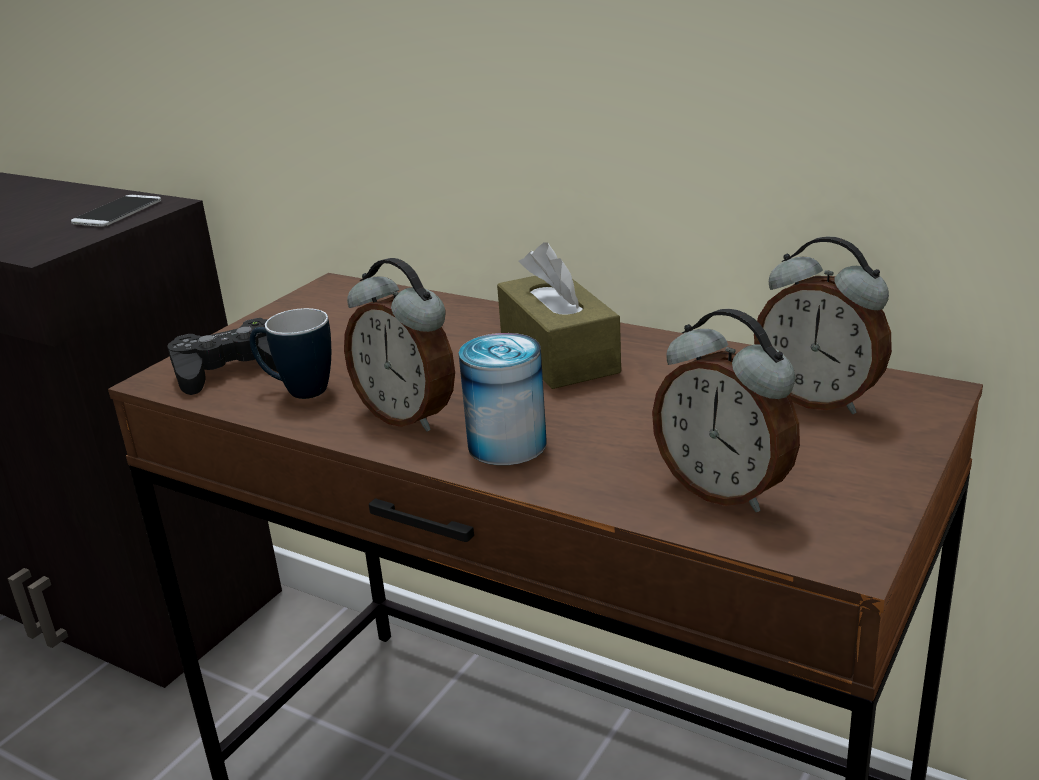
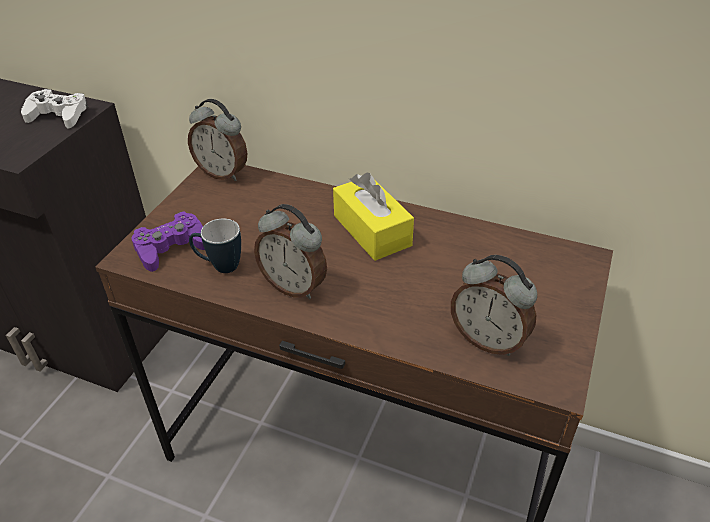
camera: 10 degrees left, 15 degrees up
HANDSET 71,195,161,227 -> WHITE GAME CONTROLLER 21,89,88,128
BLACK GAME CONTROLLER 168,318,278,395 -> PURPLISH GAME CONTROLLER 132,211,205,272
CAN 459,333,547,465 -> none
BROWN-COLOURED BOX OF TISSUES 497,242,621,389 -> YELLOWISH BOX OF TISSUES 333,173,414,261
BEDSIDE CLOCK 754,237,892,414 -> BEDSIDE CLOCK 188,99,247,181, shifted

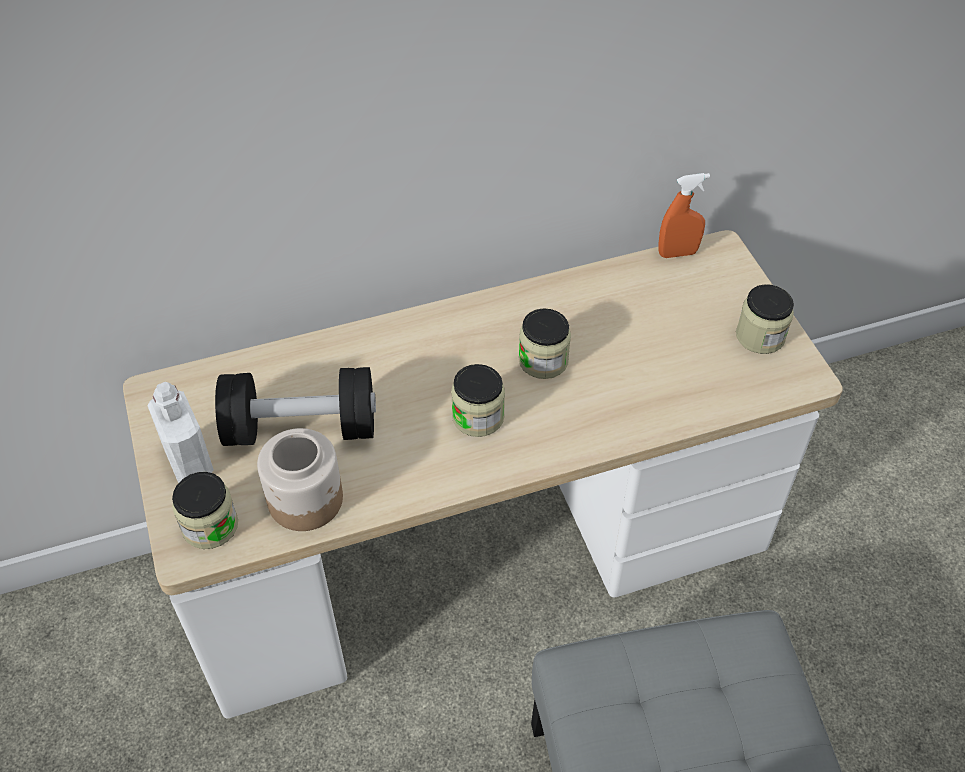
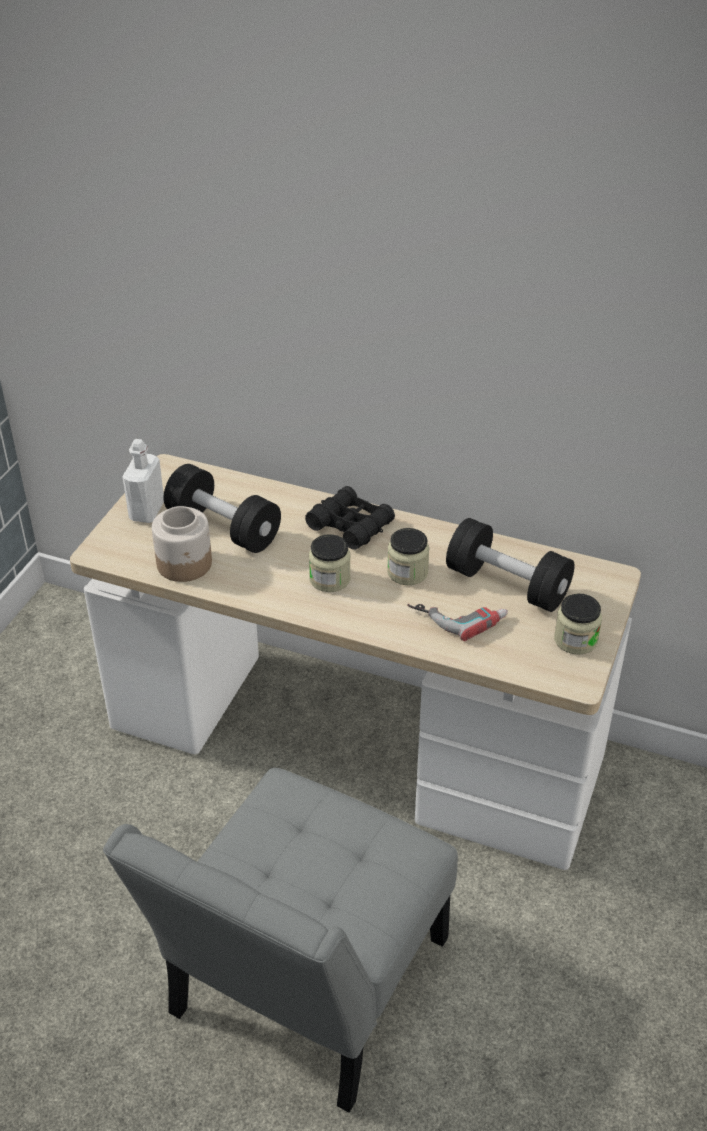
camera: 40 degrees right, 10 degrees down
STORAGE JAR 172,472,238,549 -> none
ORANGEY SPRAY BOTTLE 658,173,710,258 -> none
none -> BLACK PAIR OF BINOCULARS 305,486,395,550
none -> DRILL 407,604,508,641
none -> BLACK DUMBBELL 446,518,574,612

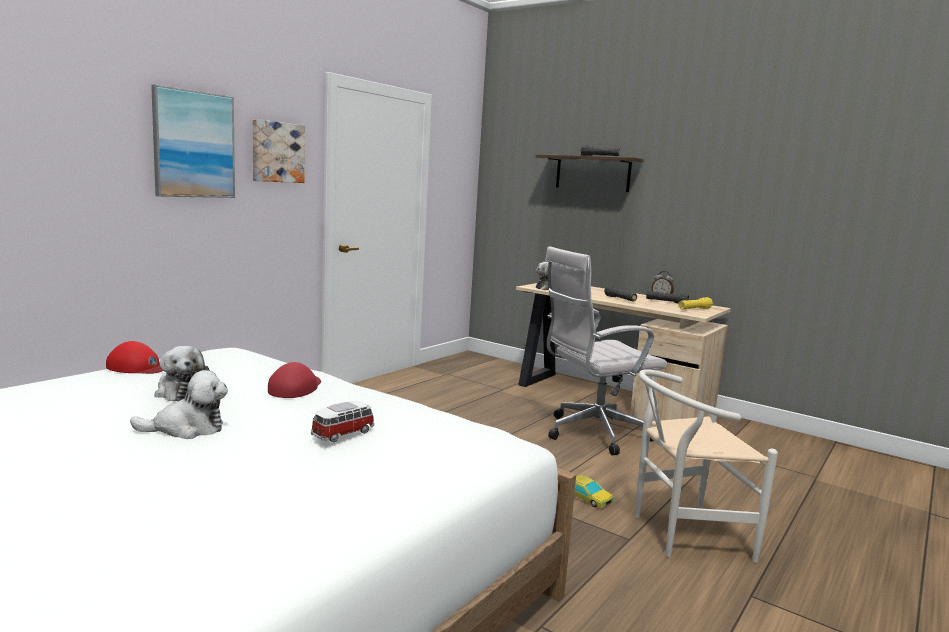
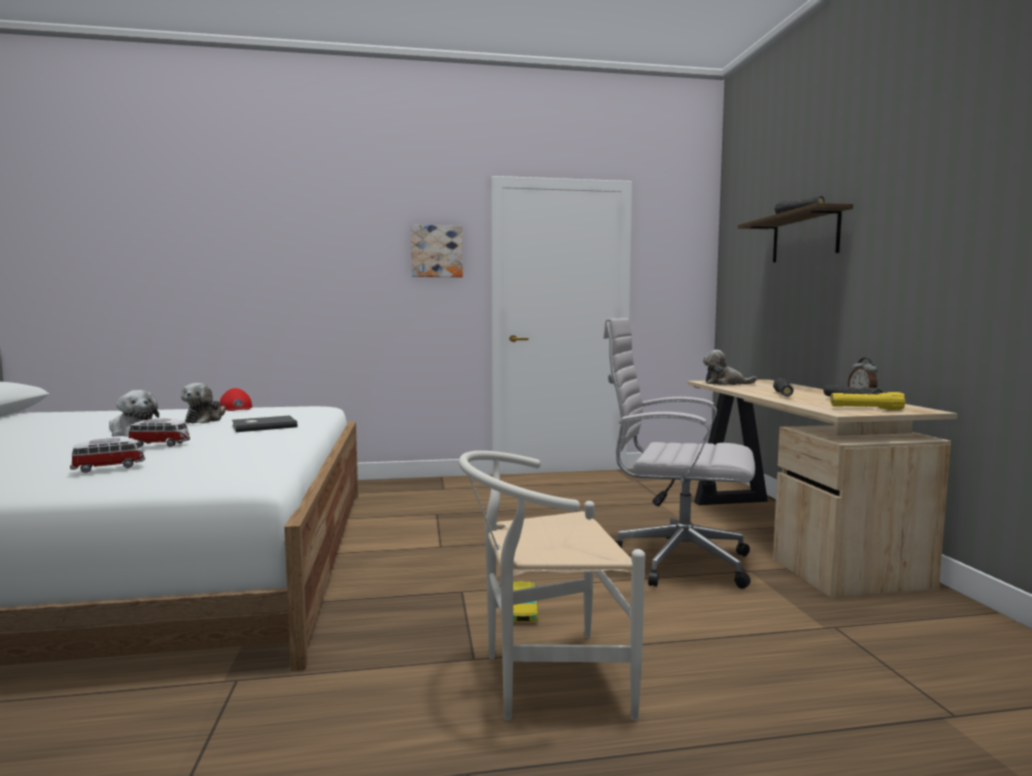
camera: 45 degrees right, 5 degrees down
PICTURE 151,85,235,198 -> none
RED BASEBALL CAP 268,362,321,398 -> GREY VOLUME 232,415,297,432
WHITE PLAIN CHAIR 635,369,778,563 -> WHITE PLAIN CHAIR 459,451,645,721, 45 degrees counterclockwise
none -> MODEL CAR 70,438,145,473

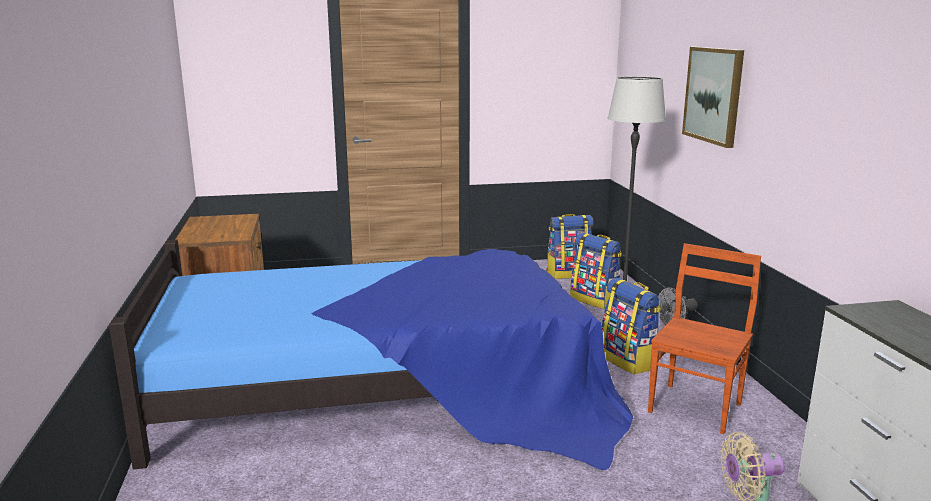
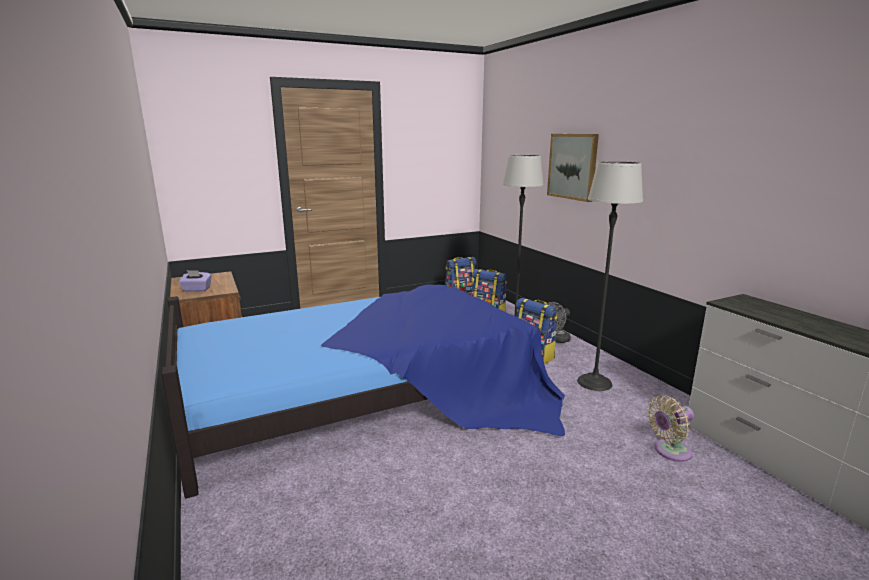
camera: 15 degrees left, 0 degrees up
BROWN-COLOURED PLAIN CHAIR 648,243,761,434 -> STANDING LAMP 577,161,643,391
none -> PURPLISH BOX OF TISSUES 179,270,212,292

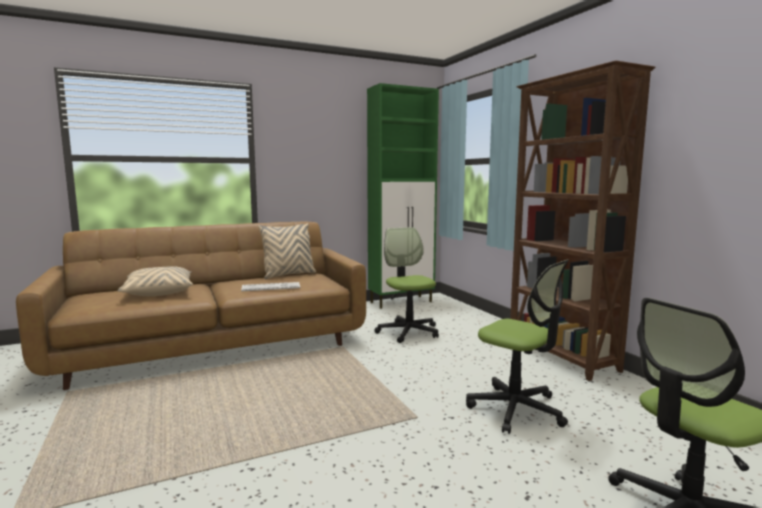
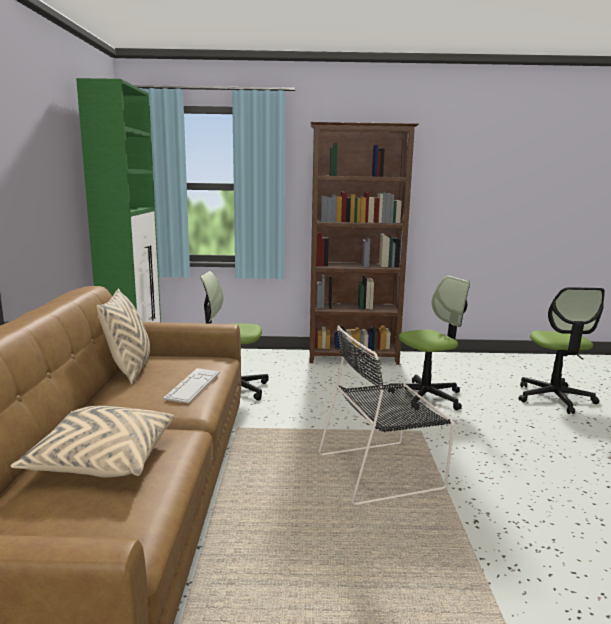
camera: 65 degrees left, 5 degrees up
none -> BLACK PLAIN CHAIR 318,325,454,505

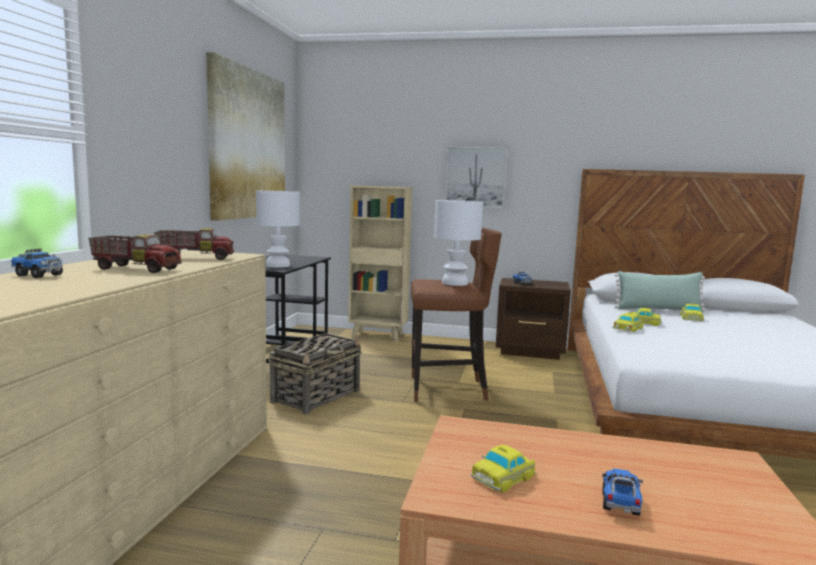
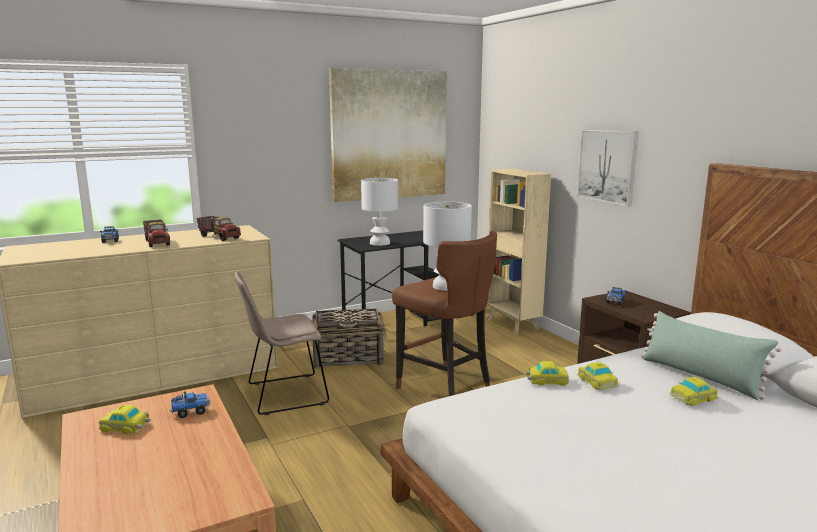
camera: 50 degrees right, 5 degrees up
TOY LORRY 602,468,643,516 -> TOY LORRY 169,391,210,418, shifted
none -> BEIGE PLAIN CHAIR 234,271,329,415

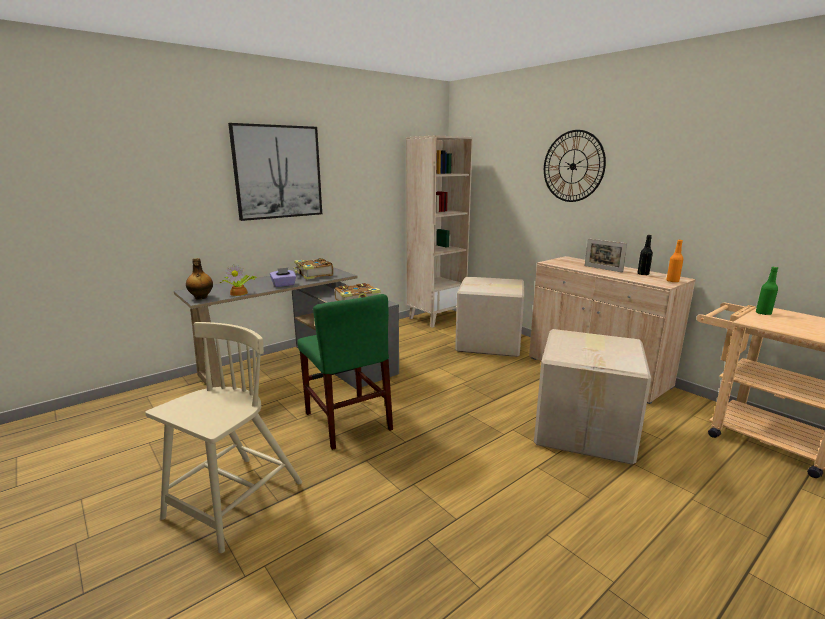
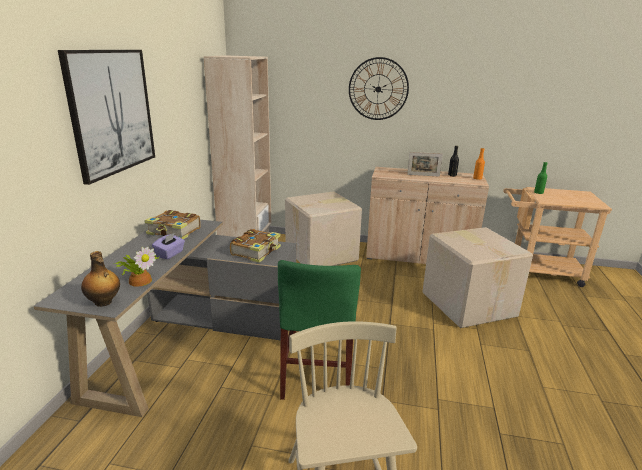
camera: 40 degrees left, 5 degrees up
GREEN-COLOURED PLAIN CHAIR 297,294,393,450 -> GREEN-COLOURED PLAIN CHAIR 278,260,361,400, 75 degrees clockwise

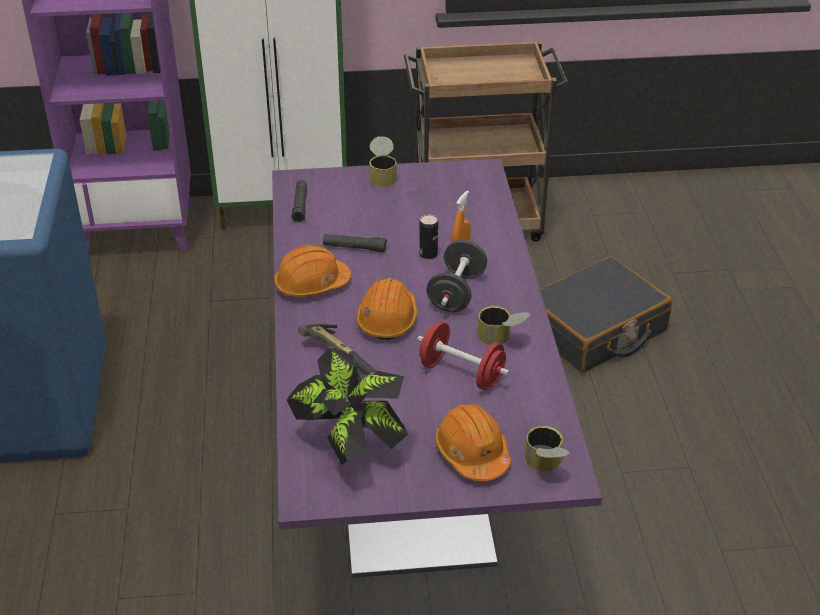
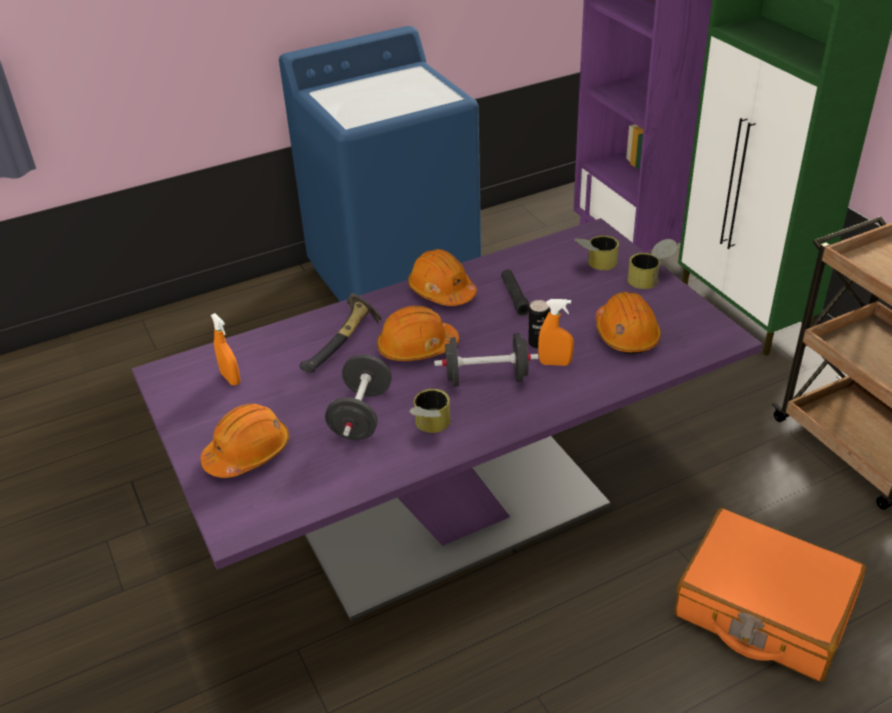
camera: 70 degrees right, 0 degrees up
PLANT IN A POT 286,348,408,465 -> ORANGEY SPRAY BOTTLE 211,313,240,385
BLACK TORCH 291,180,307,223 -> none
RED DUMBBELL 417,321,510,390 -> BLACK DUMBBELL 325,355,392,440
CAN 525,426,570,471 -> CAN 574,235,619,270, shifted
BLACK PIECE OF LUGGAGE 540,256,672,373 -> ORANGEY PIECE OF LUGGAGE 674,508,866,682
none -> ORANGEY WORK HELMET 596,292,661,354

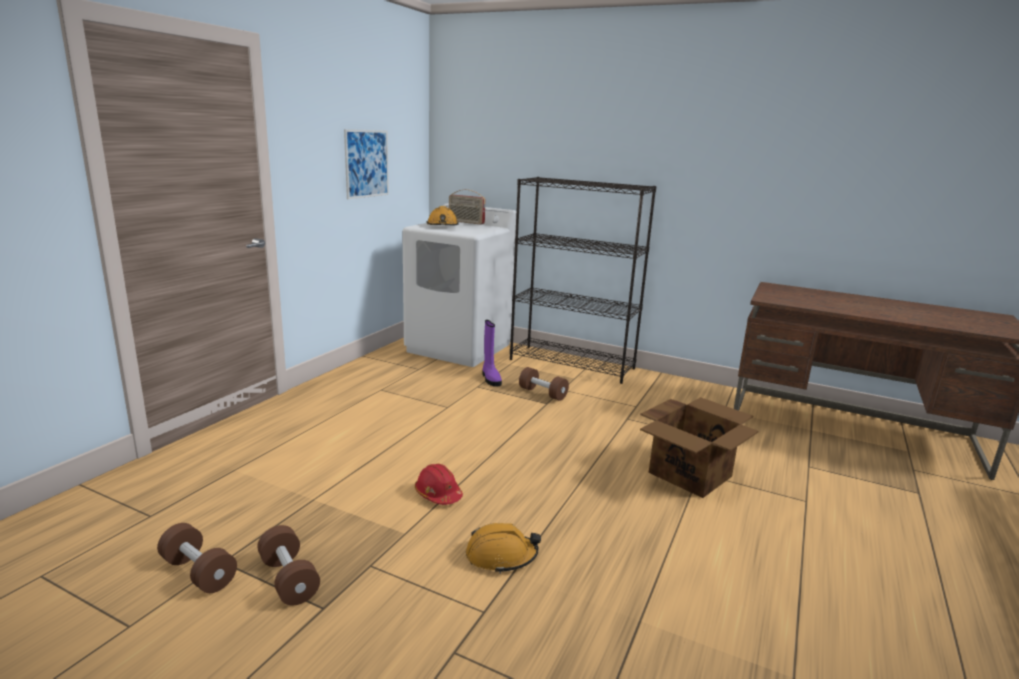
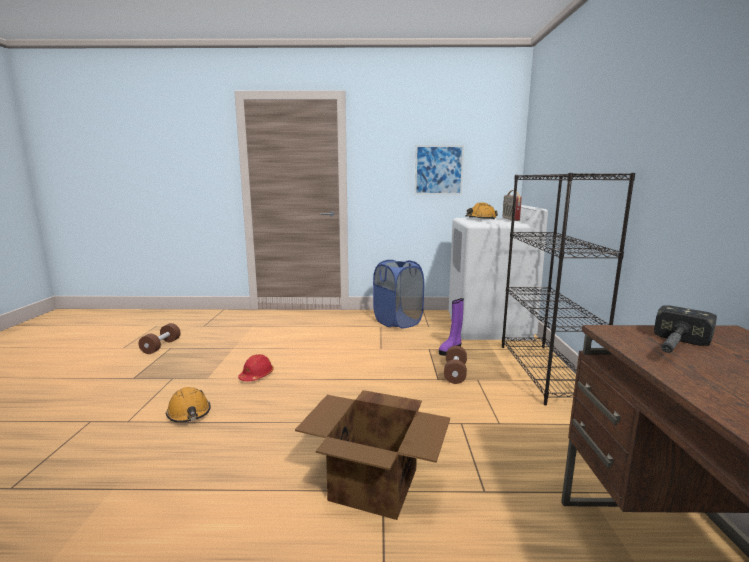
camera: 65 degrees right, 5 degrees down
BROWN-COLOURED DUMBBELL 257,525,320,605 -> none
none -> BLUE LAUNDRY BASKET 373,260,424,328
none -> TOOL HAMMER 654,306,717,353

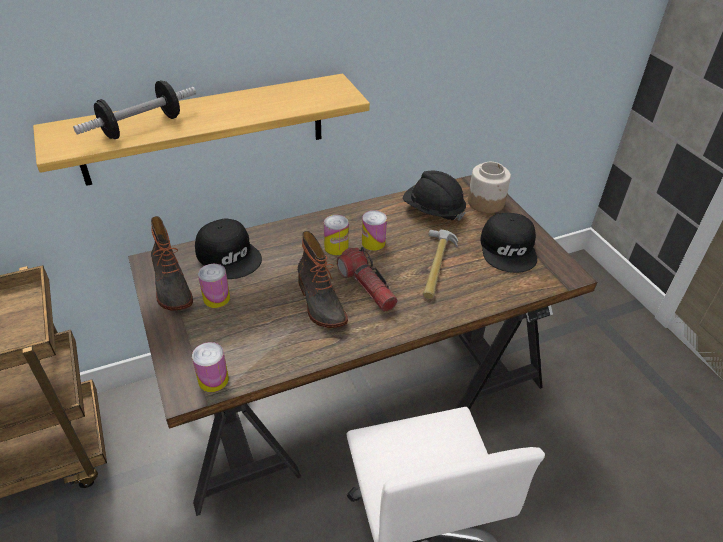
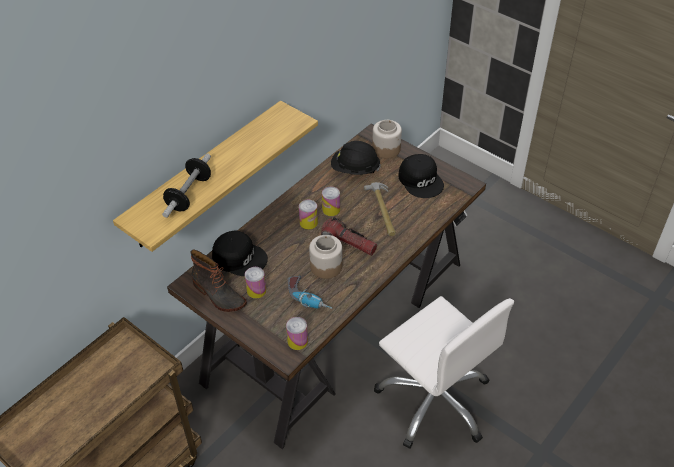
camera: 25 degrees left, 5 degrees up
TALL BOOT 298,231,348,328 -> STORAGE JAR 309,235,342,279
none -> DRILL 288,276,333,309

